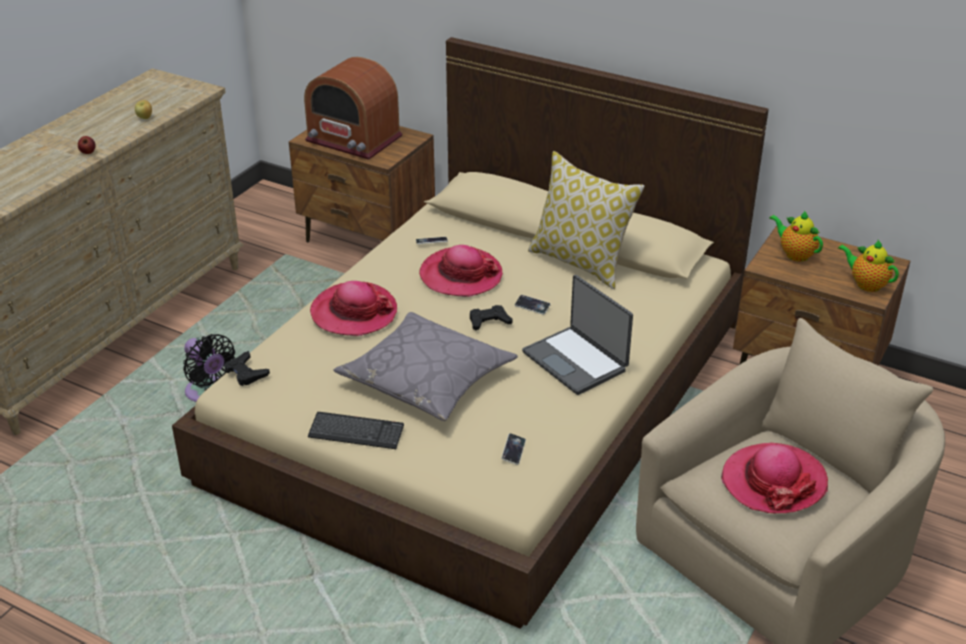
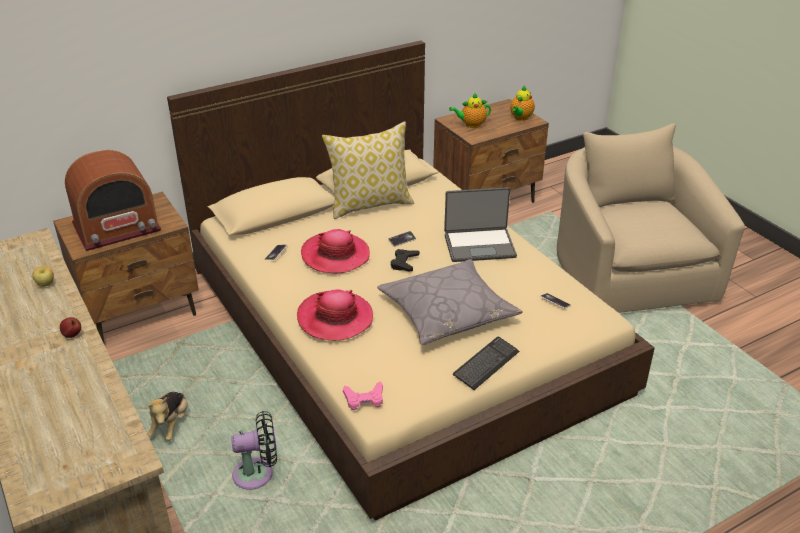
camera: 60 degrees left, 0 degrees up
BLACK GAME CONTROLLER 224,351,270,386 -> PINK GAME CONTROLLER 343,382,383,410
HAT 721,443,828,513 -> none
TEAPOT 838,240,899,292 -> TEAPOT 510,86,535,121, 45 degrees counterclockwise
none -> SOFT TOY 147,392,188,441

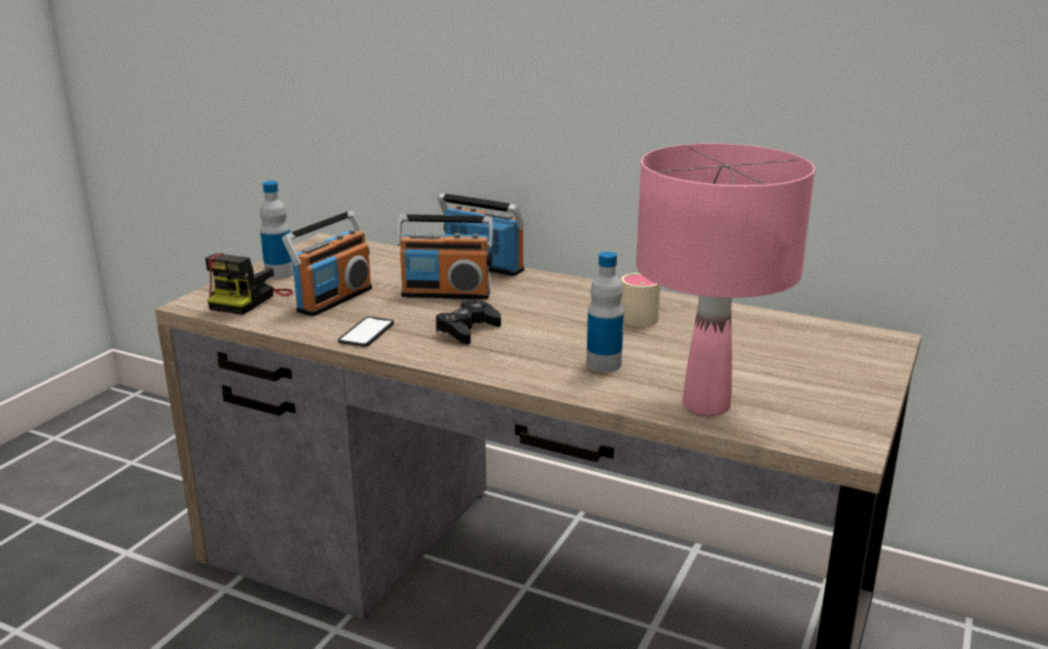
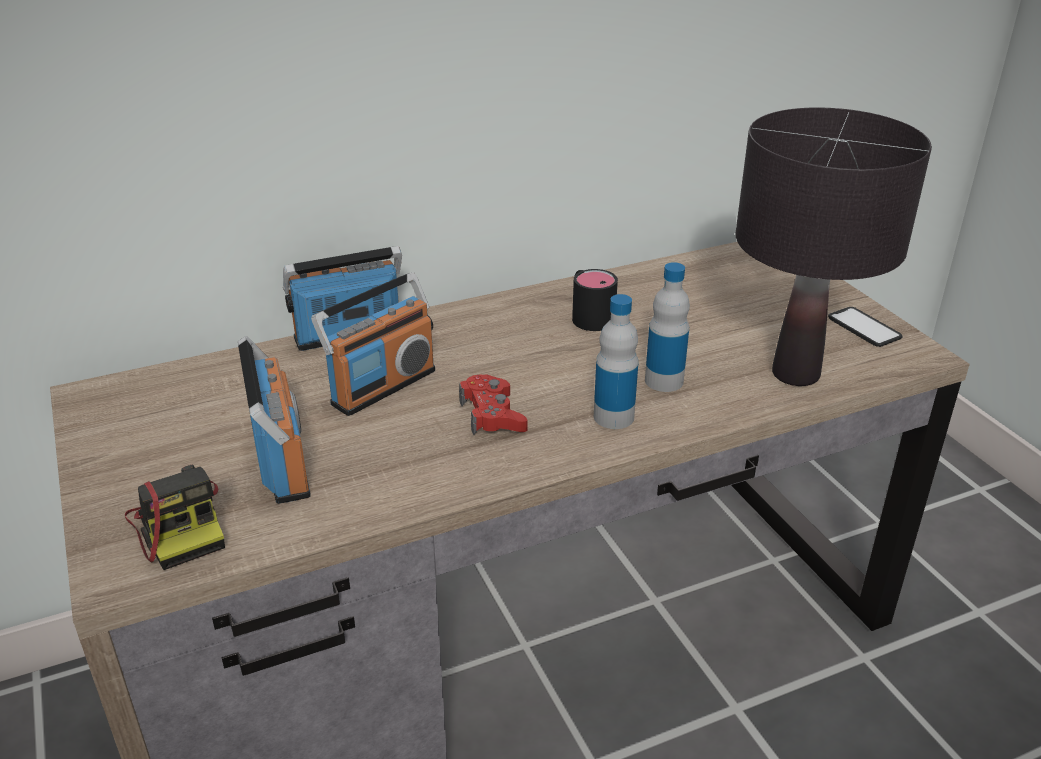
camera: 50 degrees left, 10 degrees up
BEVERAGE BOTTLE 260,181,294,279 -> BEVERAGE BOTTLE 594,294,639,429, shifted
HANDSET 338,316,394,347 -> HANDSET 828,307,902,347, shifted
BLACK GAME CONTROLLER 436,300,501,344 -> RED GAME CONTROLLER 459,374,528,435
BEIGE MUG 621,273,661,327 -> BLACK MUG 572,269,618,331
PINK TABLETOP LAMP 636,143,815,416 -> BLACK TABLETOP LAMP 735,107,932,386

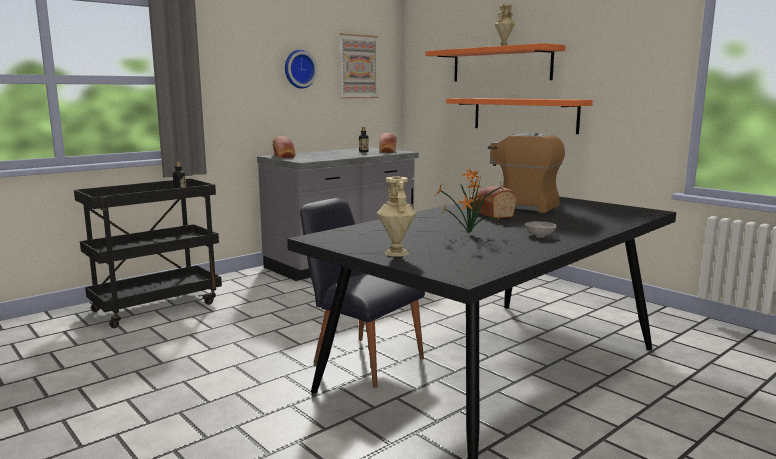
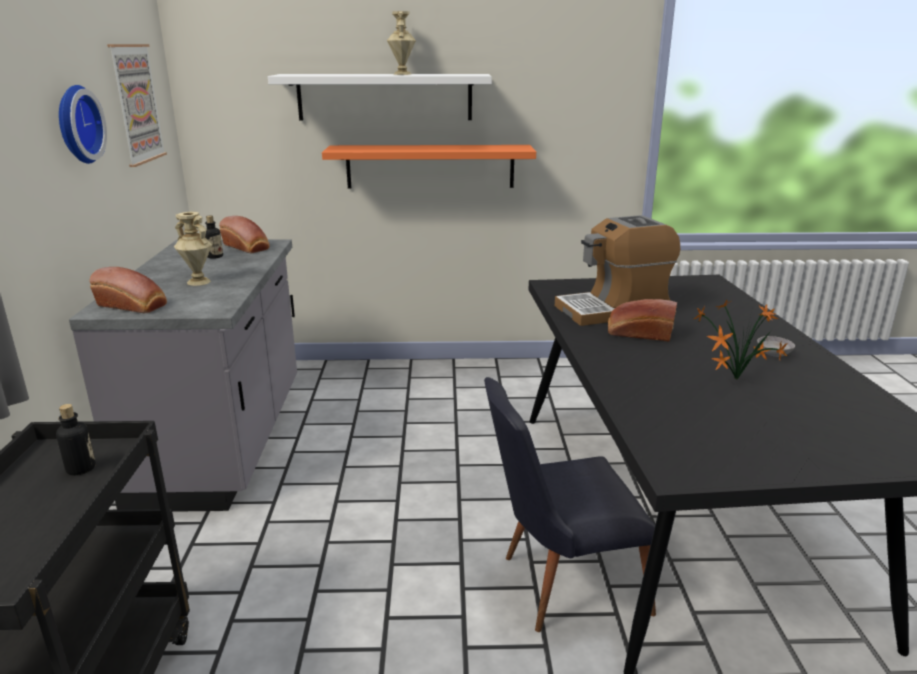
camera: 50 degrees left, 10 degrees up
BEIGE FLOWER VASE 377,176,417,257 -> BEIGE FLOWER VASE 174,212,212,286, shifted
ORANGEY WALL SHELF 425,43,565,82 -> WHITE WALL SHELF 268,74,492,121

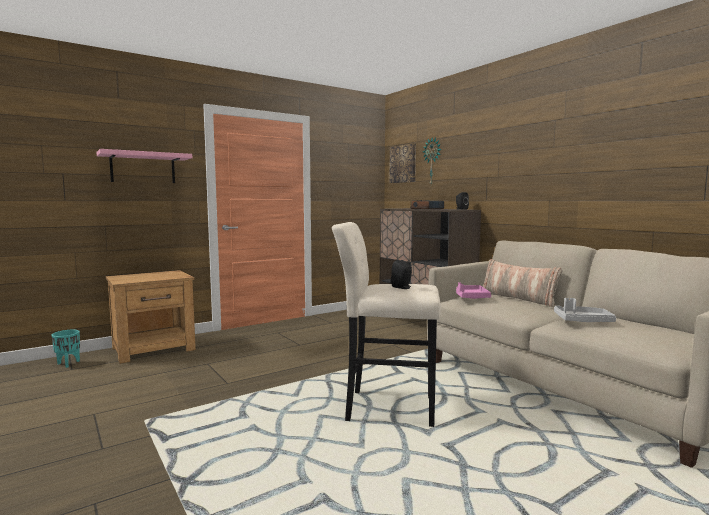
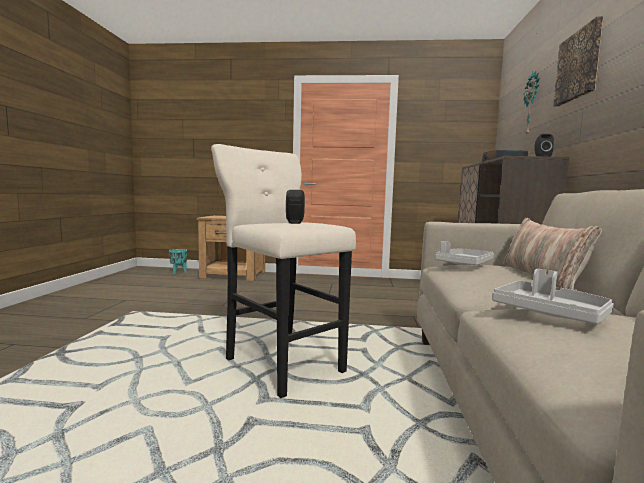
camera: 40 degrees right, 0 degrees up
PINK WALL SHELF 96,149,192,183 -> none
PICTURE 389,144,416,183 -> PICTURE 553,16,604,106, shifted
PINK CARRYING TRAY 456,282,491,299 -> GREY CARRYING TRAY 435,241,494,265

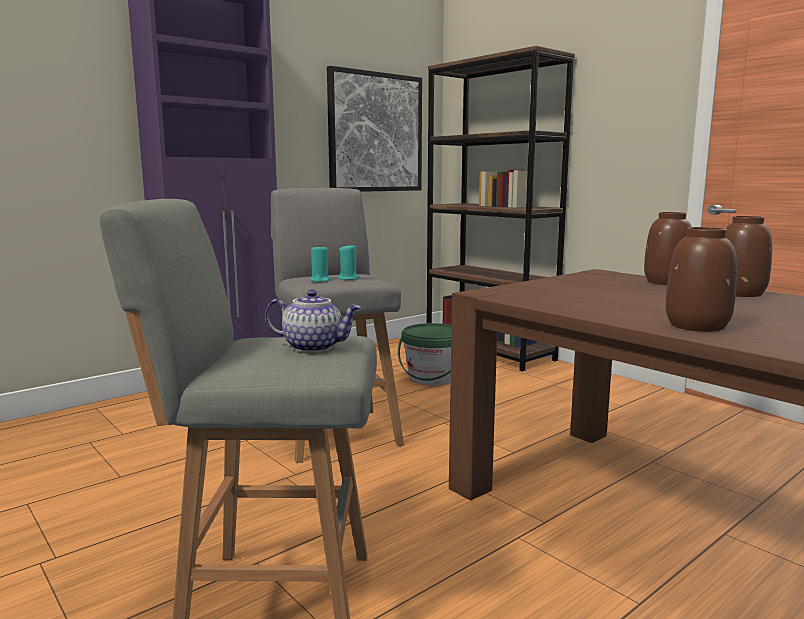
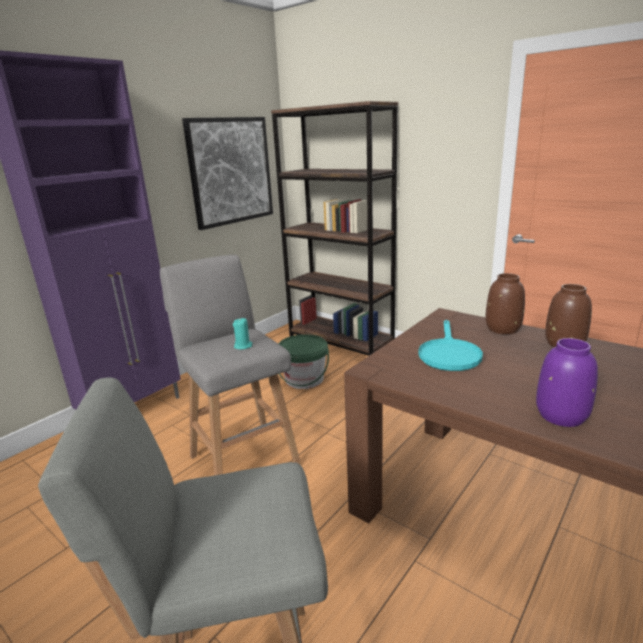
camera: 10 degrees left, 10 degrees up
TEAPOT 265,289,361,353 -> none
BLUE-GREEN WAX CANDLE 310,244,331,282 -> none
BROWN-COLOURED FLOWER VASE 665,227,737,332 -> PURPLISH FLOWER VASE 536,338,598,427
none -> BLUE-GREEN PAN 418,320,483,371

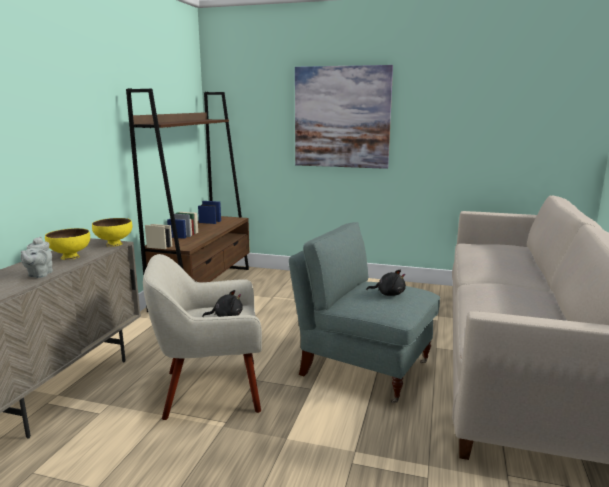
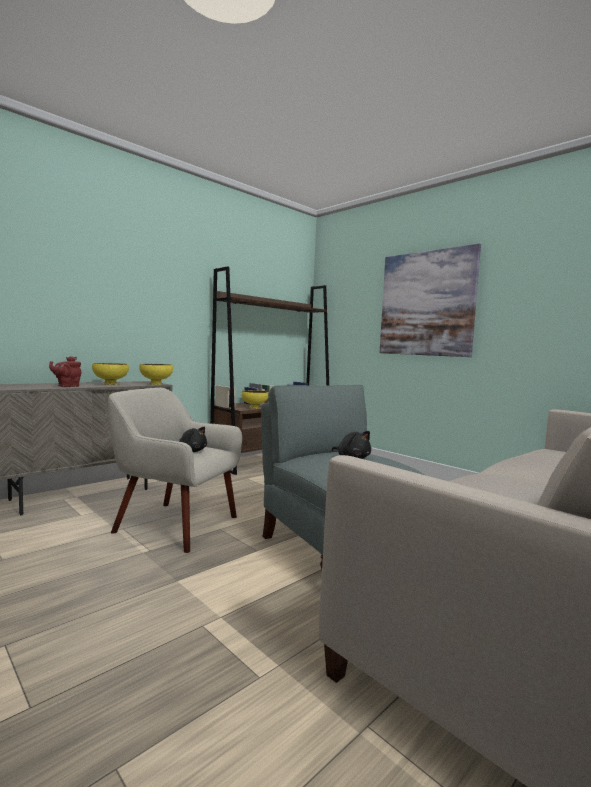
camera: 30 degrees right, 10 degrees down
GREY TEAPOT 21,237,53,278 -> RED TEAPOT 49,356,81,387
none -> YELLOWISH SERVING BOWL 241,390,268,409

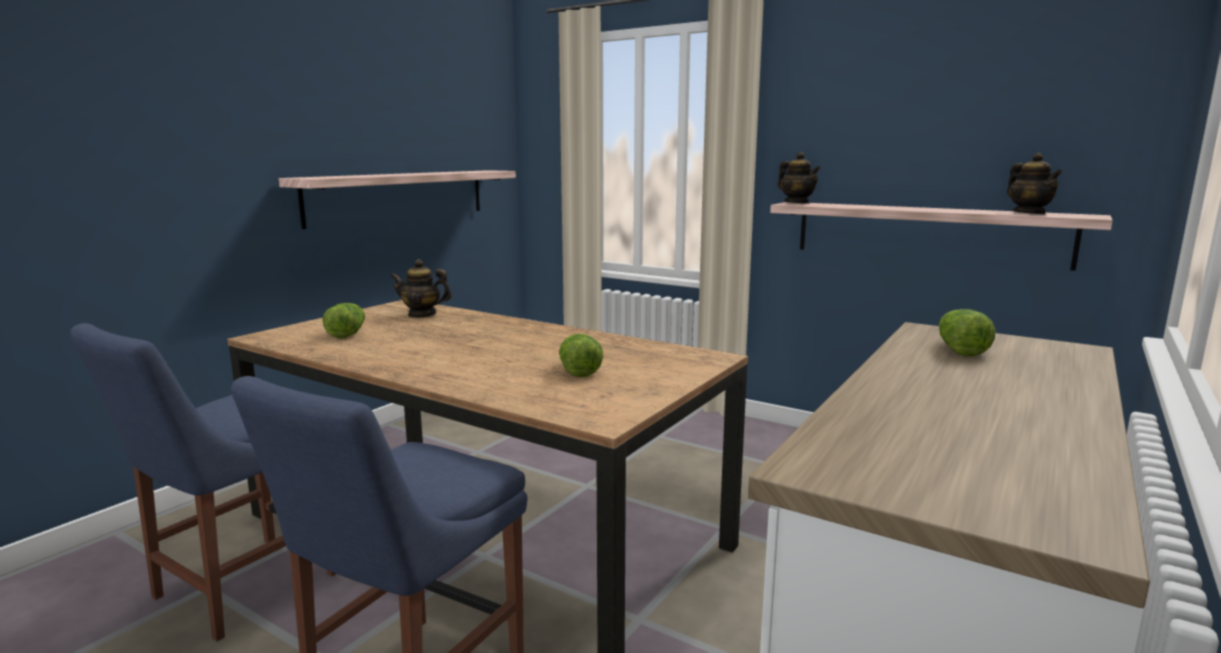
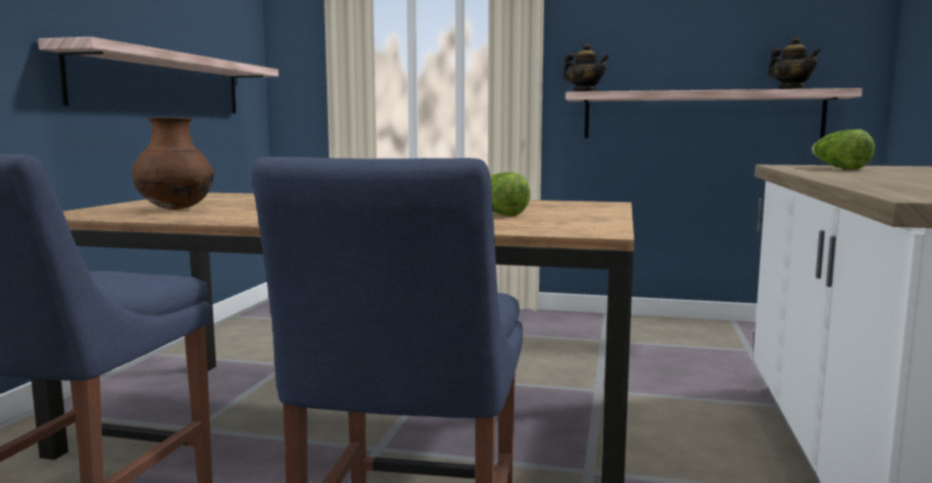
camera: 20 degrees left, 5 degrees down
LETTUCE HEAD 322,303,365,338 -> BROWN-COLOURED FLOWER VASE 132,117,214,210
TEAPOT 390,259,452,318 -> none

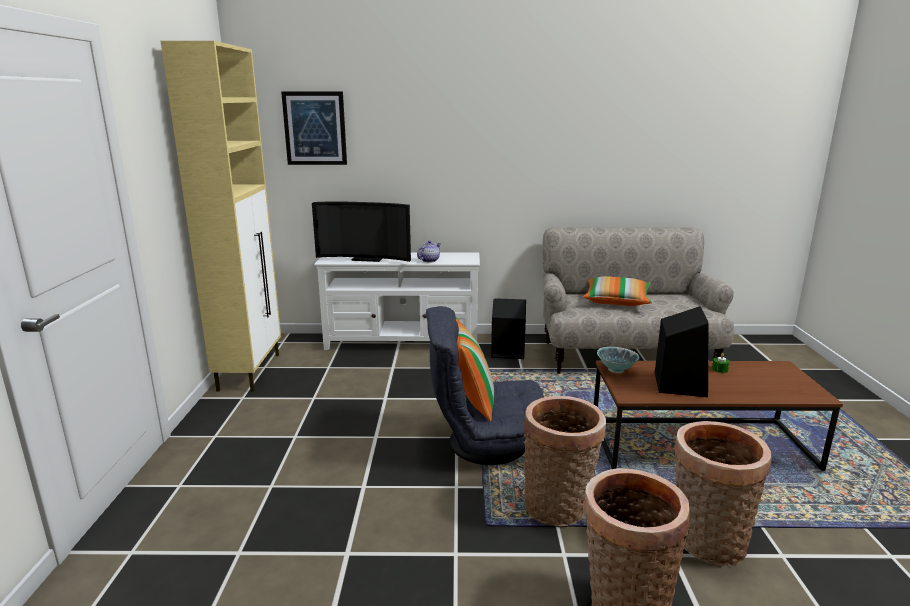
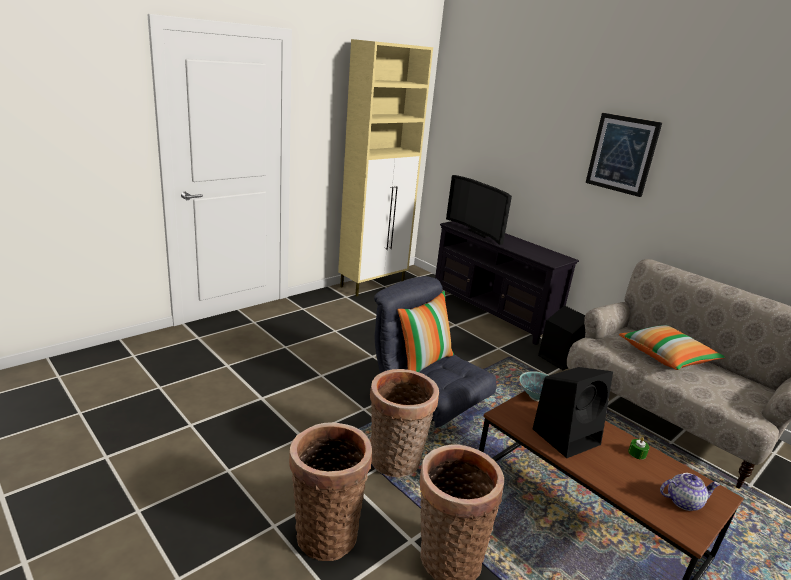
camera: 45 degrees right, 5 degrees up
PICTURE 281,91,347,165 -> PICTURE 586,113,662,197, shifted
WHITE TV UNIT 314,252,481,350 -> BLACK TV UNIT 435,221,579,345
TEAPOT 417,241,441,262 -> TEAPOT 660,473,720,511, shifted

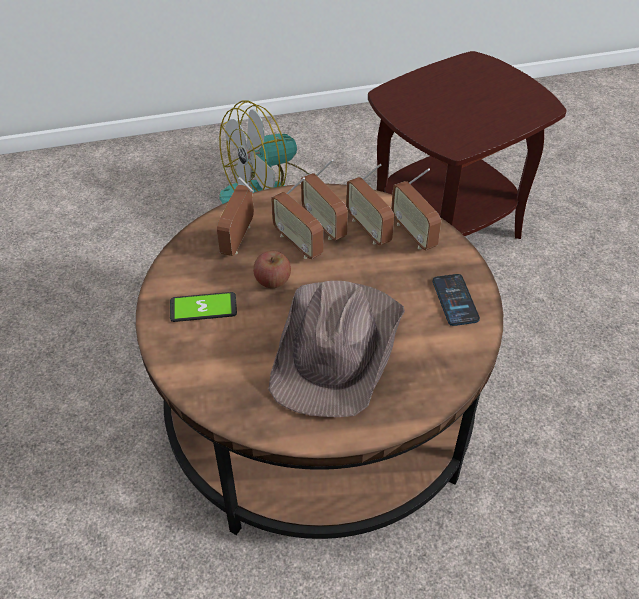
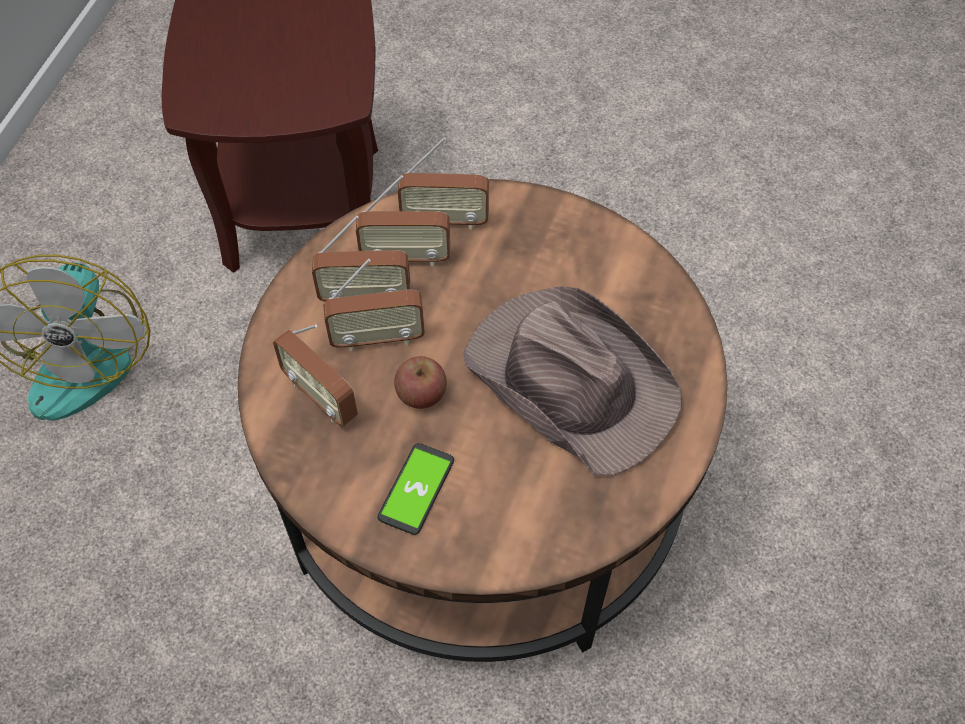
camera: 60 degrees left, 10 degrees up
HANDSET 433,274,480,326 -> none

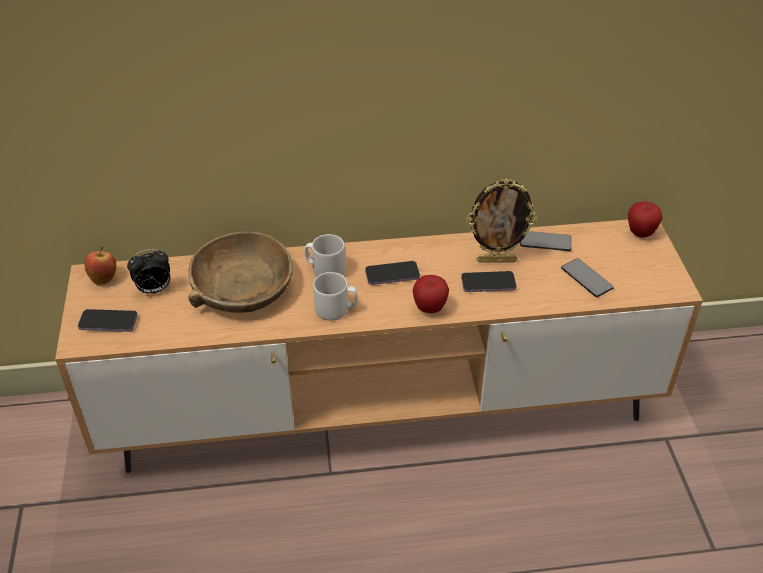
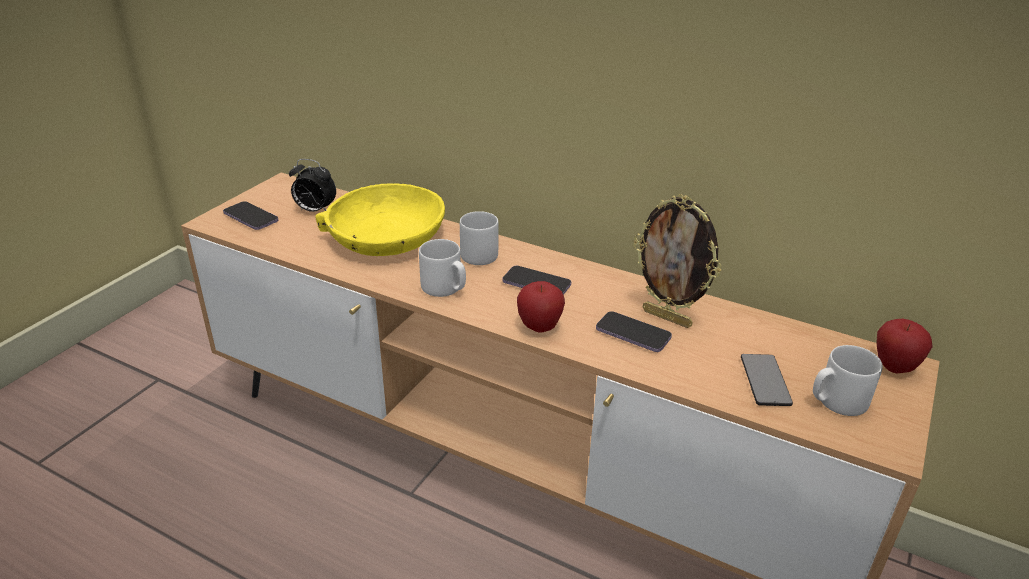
camera: 35 degrees right, 10 degrees down
WHOLE APPLE 84,247,116,285 -> none
BROWN-COLOURED SERVING BOWL 188,231,293,313 -> YELLOWISH SERVING BOWL 315,183,445,256
HANDSET 520,231,571,251 -> none
none -> GREY MUG 813,345,883,416

